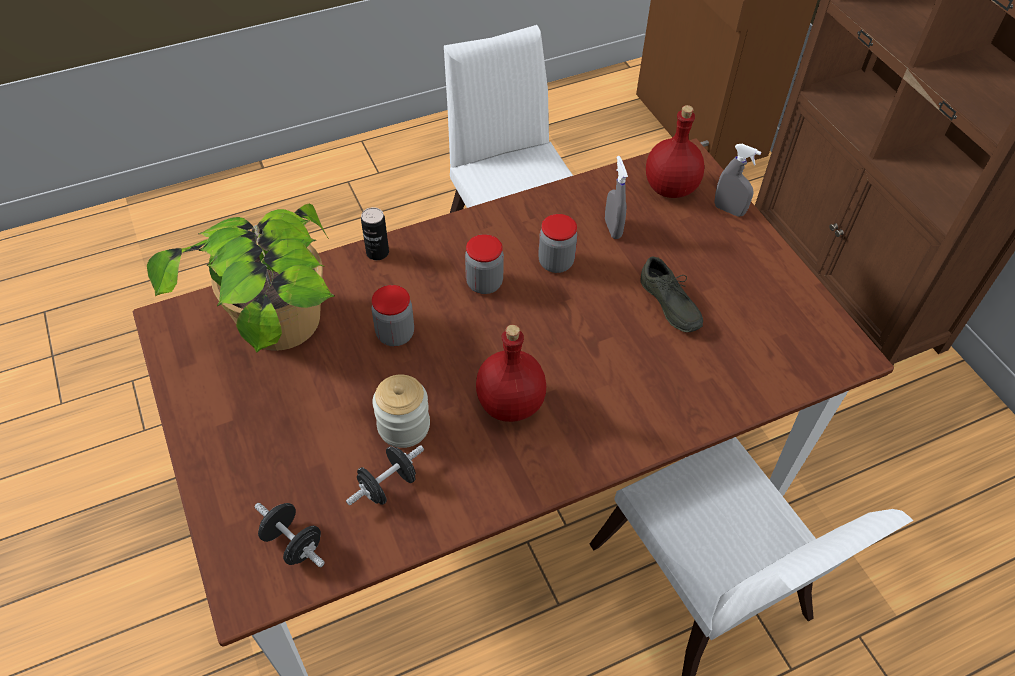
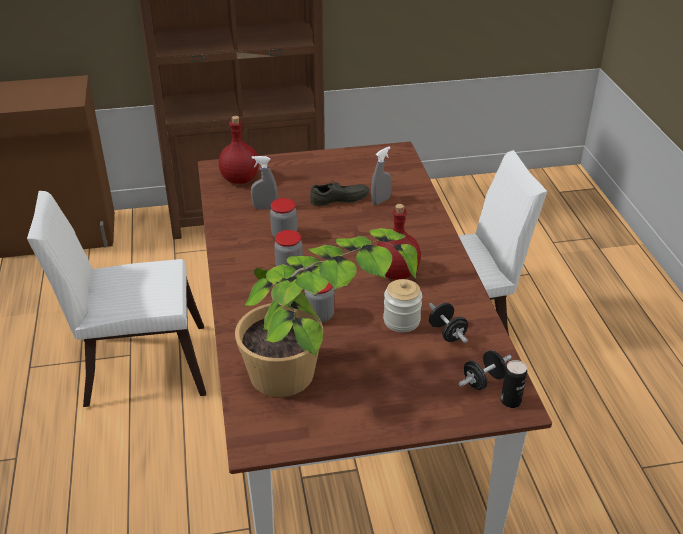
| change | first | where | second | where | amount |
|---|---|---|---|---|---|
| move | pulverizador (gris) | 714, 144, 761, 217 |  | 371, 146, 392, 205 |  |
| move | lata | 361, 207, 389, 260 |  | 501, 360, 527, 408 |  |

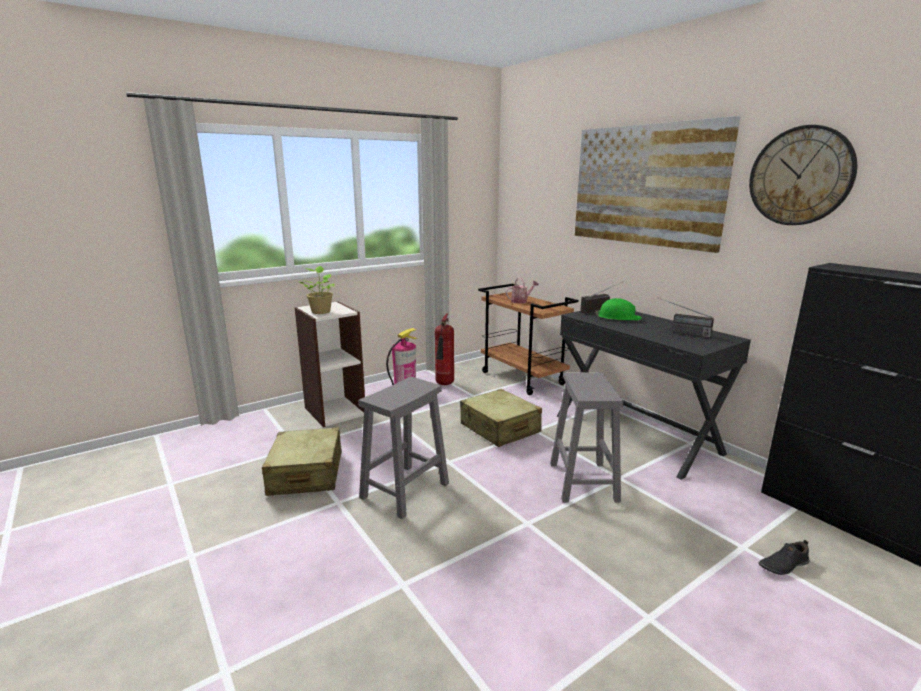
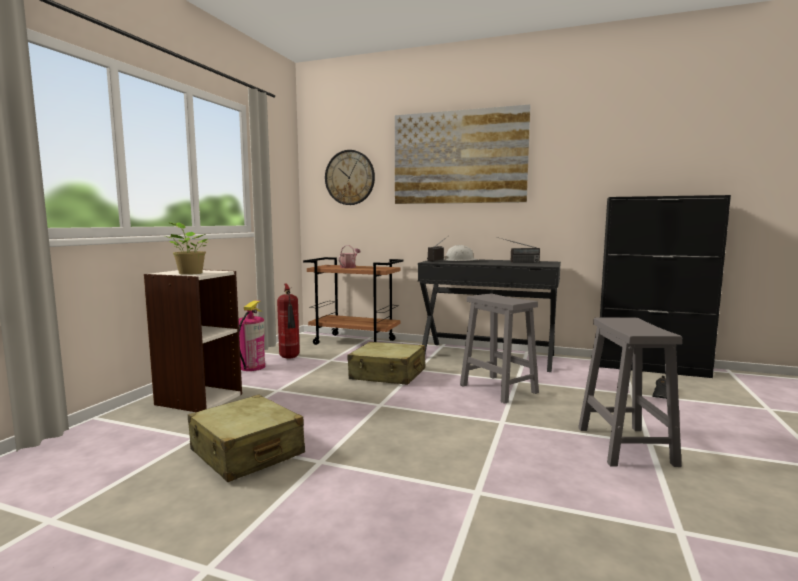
| change | first | where | second | where | amount |
|---|---|---|---|---|---|
| move | reloj de pared | 749, 125, 857, 225 |  | 325, 150, 375, 205 |  |
| recolor | casco (verde) | 596, 298, 642, 321 | casco (blanco) | 443, 245, 478, 261 |  |
| move | taburete (gris) | 359, 377, 449, 519 |  | 578, 317, 682, 467 |  |

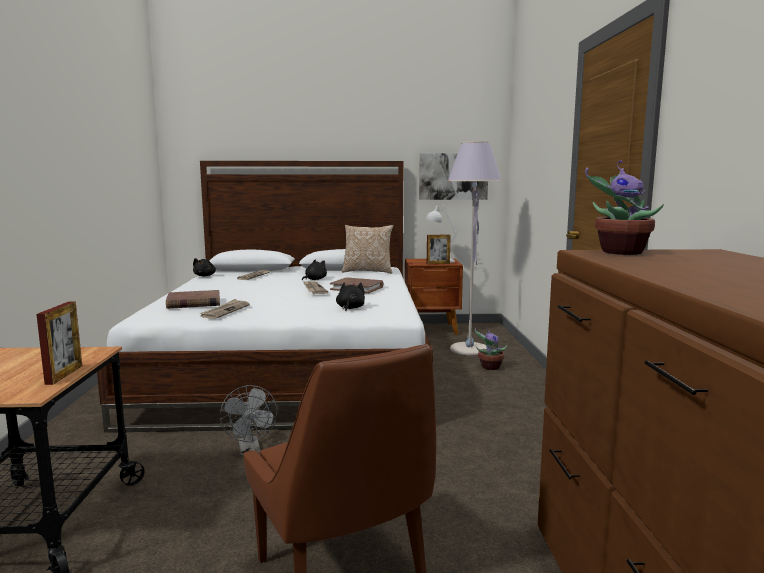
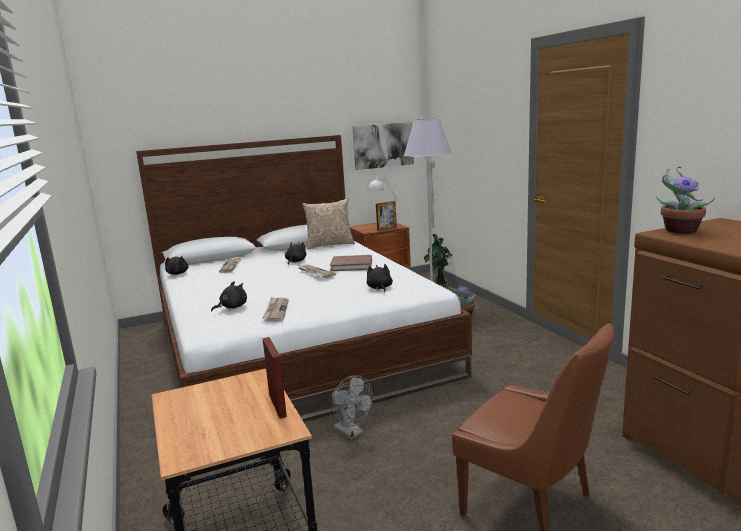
| change | first | where | second | where | amount |
|---|---|---|---|---|---|
| replace | libro (marrón) | 166, 290, 220, 309 | peluche (negro) | 211, 281, 247, 311 |  |
| insert |  |  | planta en maceta | 424, 234, 453, 285 |  |

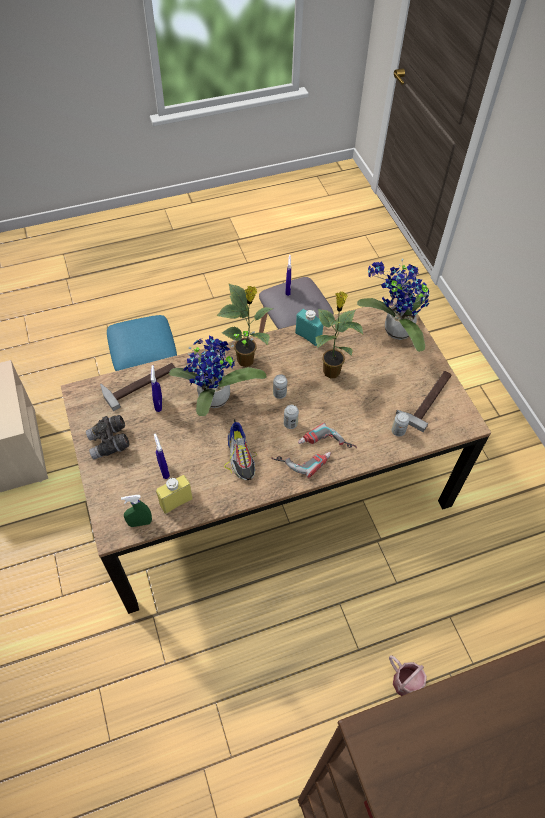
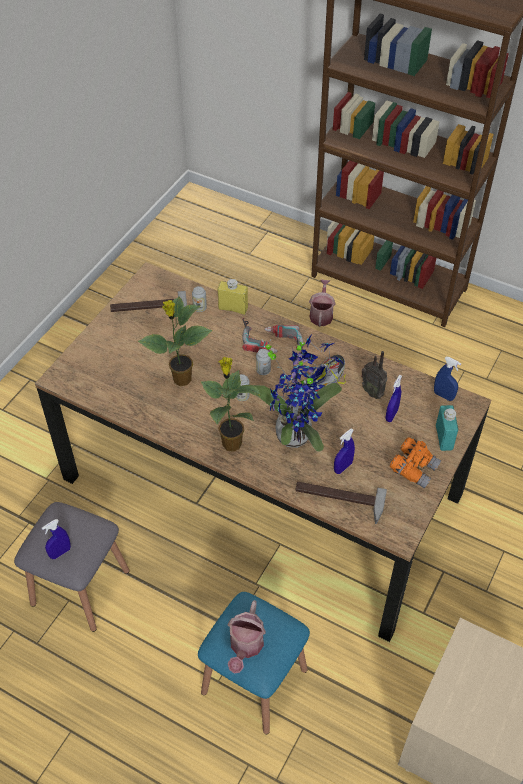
| change | first | where | second | where | amount |
|---|---|---|---|---|---|
| delete | planta en maceta | 357, 259, 430, 352 |  |  |  |
| move | botella (turquesa) | 295, 309, 324, 346 |  | 436, 405, 458, 451 |  |
| recolor | prismáticos (gris) | 86, 415, 130, 460 | prismáticos (naranja) | 389, 437, 441, 488 |  |
| move | botella (amarillo) | 156, 475, 193, 514 |  | 218, 279, 248, 315 |  |
| recolor | pulverizador (verde) | 121, 495, 152, 527 | pulverizador (azul) | 434, 357, 461, 401 |  |
| insert |  |  | radio | 361, 351, 388, 399 |  |
| insert |  |  | regadera | 228, 600, 266, 674 |  |

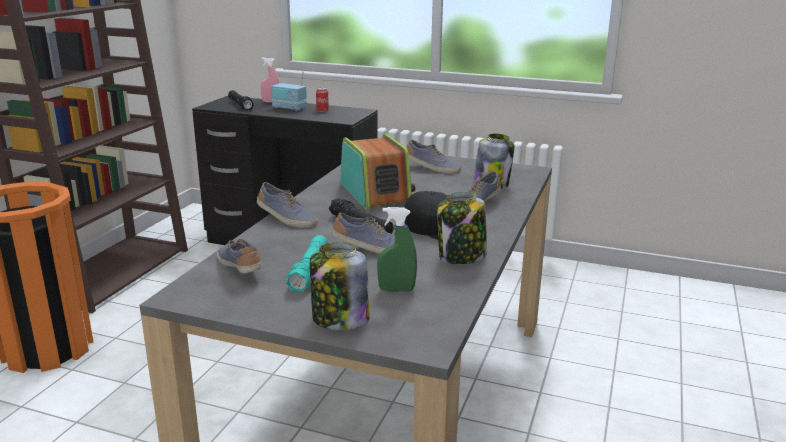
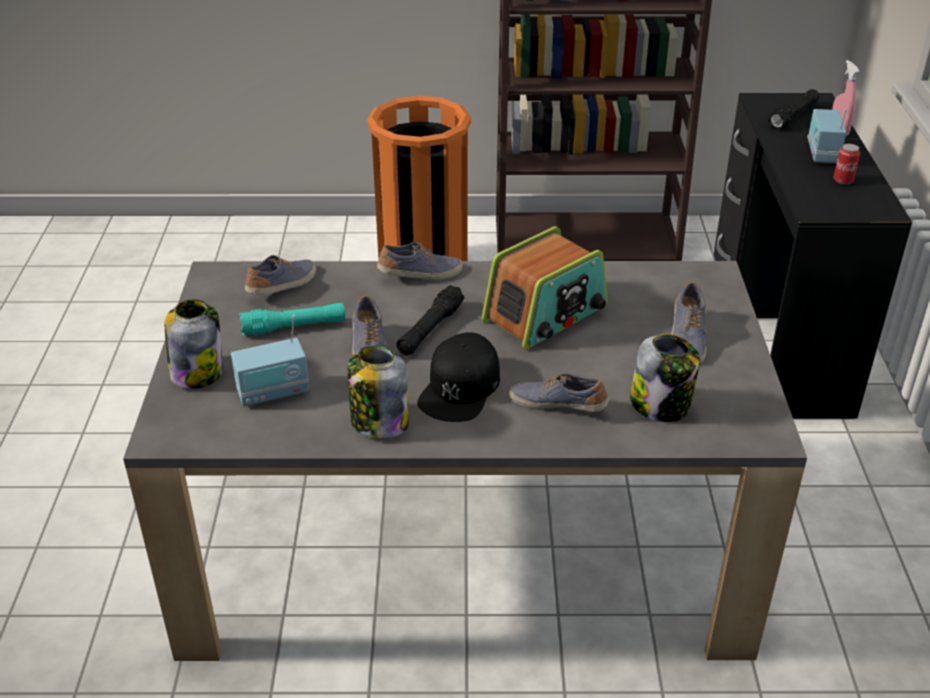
| change | first | where | second | where | amount |
|---|---|---|---|---|---|
| rotate | zapato | 257, 182, 318, 227 |  | 377, 242, 463, 280 | 120 degrees counterclockwise |
| replace | pulverizador (verde) | 377, 207, 417, 291 | radio | 231, 315, 309, 407 |  |

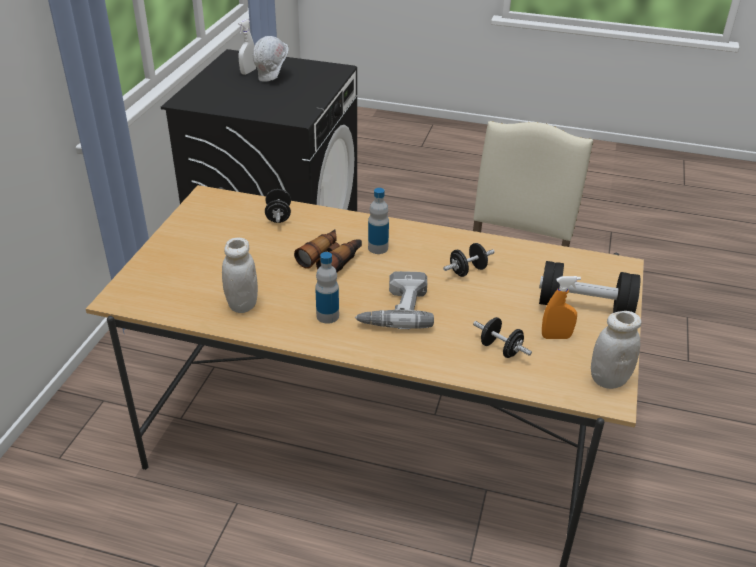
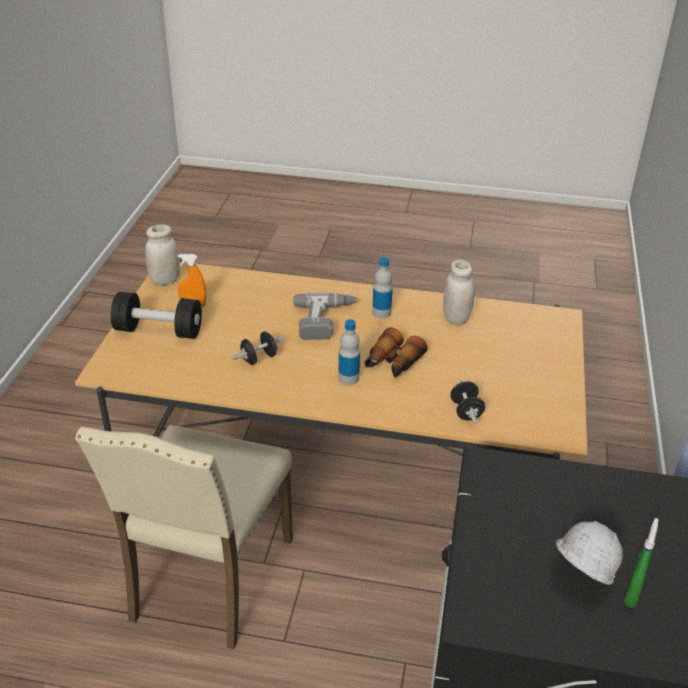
| change | first | where | second | where | amount |
|---|---|---|---|---|---|
| recolor | pulverizador (blanco) | 238, 19, 256, 75 | pulverizador (verde) | 624, 518, 658, 608 |  |
| delete | mancuerna (negro) | 473, 317, 532, 358 |  |  |  |

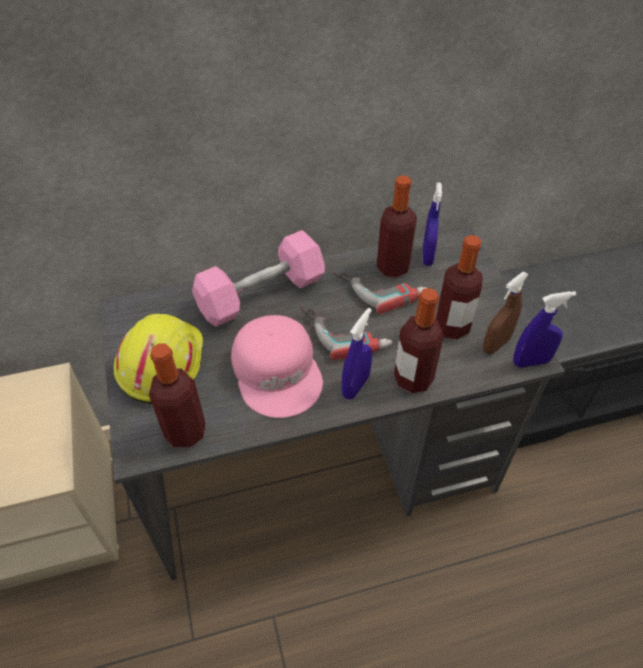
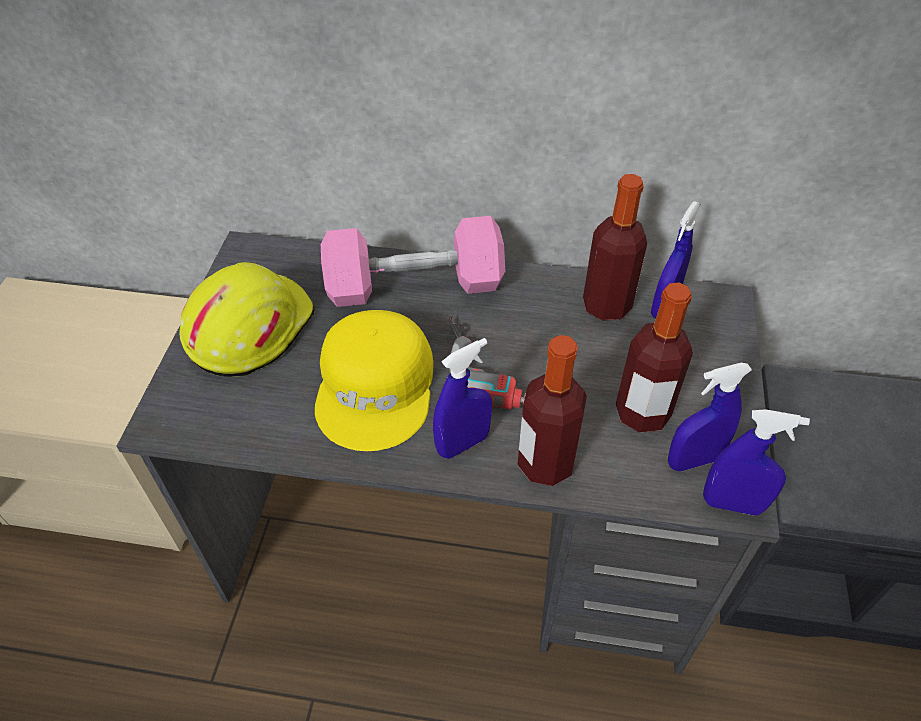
| change | first | where | second | where | amount |
|---|---|---|---|---|---|
| delete | taladro | 333, 272, 427, 315 |  |  |  |
| recolor | pulverizador (marrón) | 483, 272, 529, 354 | pulverizador (azul) | 668, 363, 752, 471 |  |
| recolor | gorra (rosa) | 231, 315, 323, 418 | gorra (amarillo) | 315, 310, 433, 451 |  |
| delete | botella | 149, 344, 206, 448 |  |  |  |

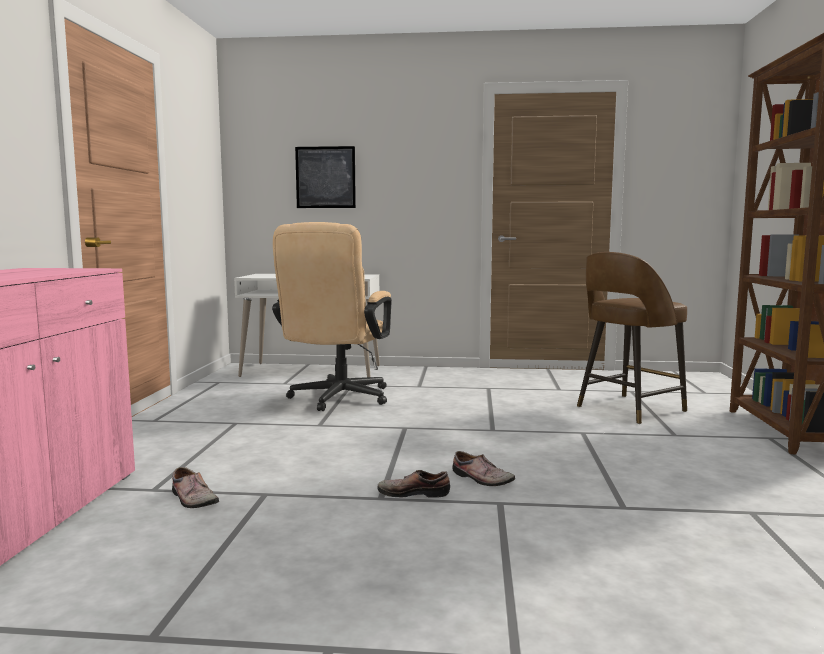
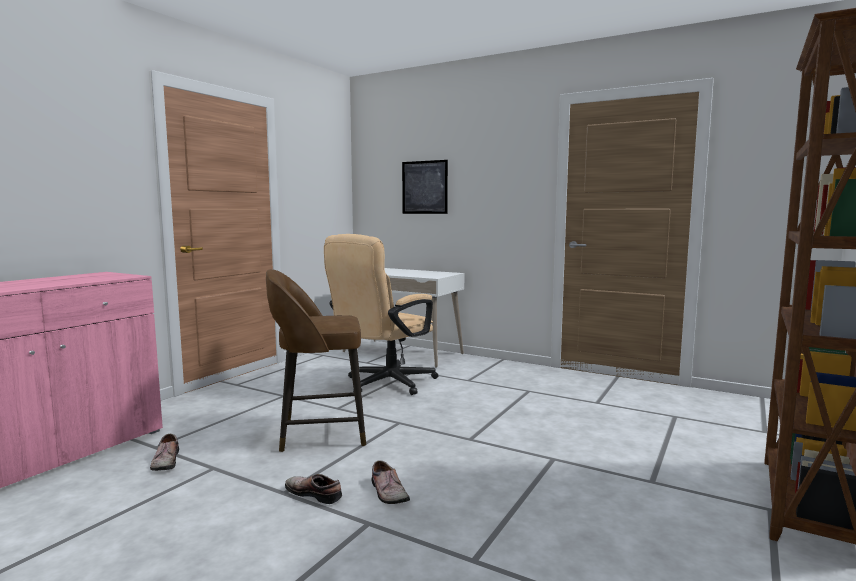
| change | first | where | second | where | amount |
|---|---|---|---|---|---|
| move | taburete (marrón) | 577, 252, 687, 424 |  | 266, 269, 366, 452 |  |

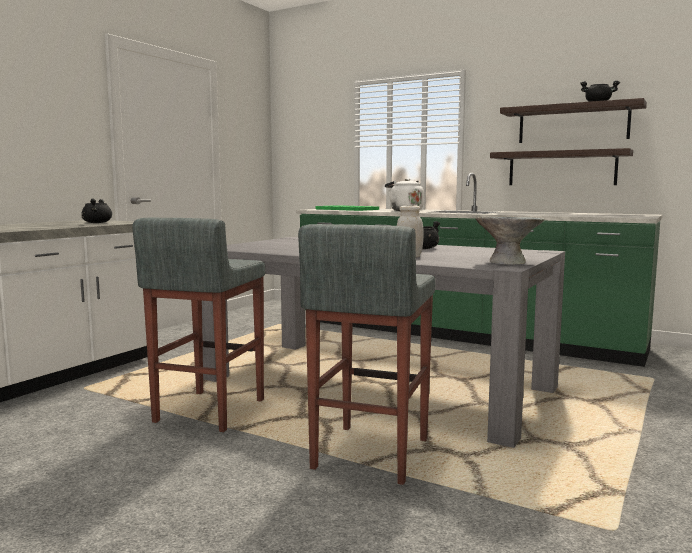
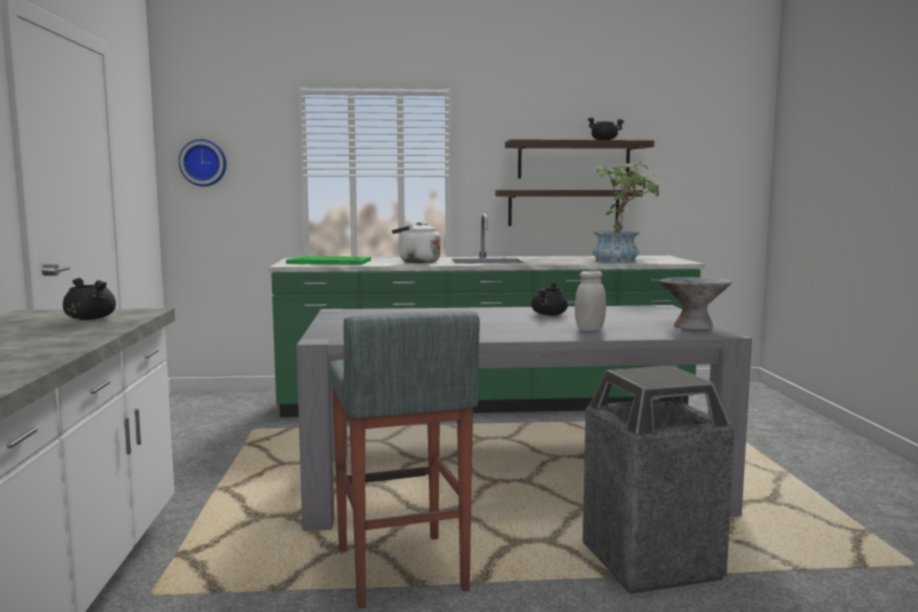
| change | first | where | second | where | amount |
|---|---|---|---|---|---|
| replace | taburete (gris) | 298, 224, 436, 485 | papelera | 583, 366, 734, 594 |  |
| insert |  |  | reloj de pared | 179, 139, 226, 187 |  |
| insert |  |  | planta en maceta | 593, 161, 664, 263 |  |

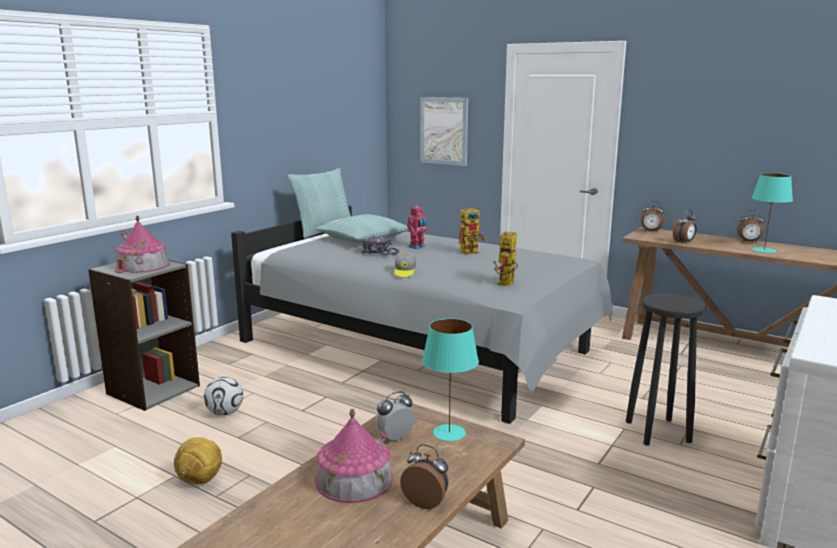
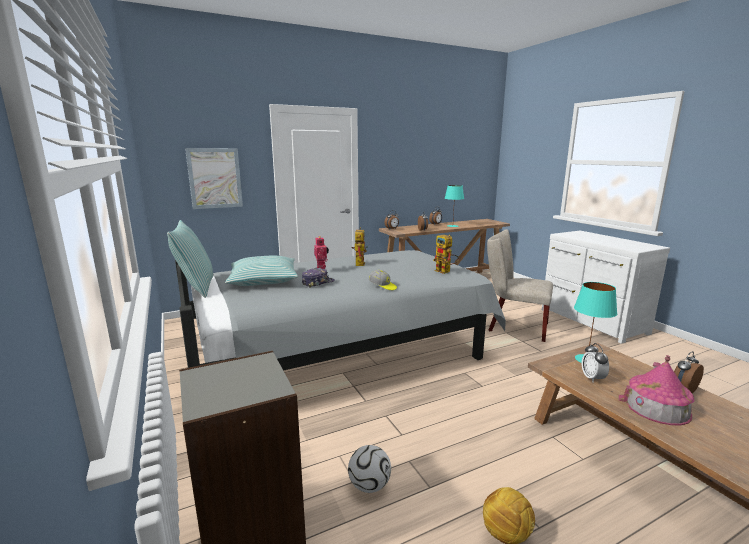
| change | first | where | second | where | amount |
|---|---|---|---|---|---|
| delete | casita | 114, 216, 170, 273 |  |  |  |
| replace | taburete (negro) | 626, 293, 706, 446 | silla (beis) | 487, 229, 553, 342 |  |

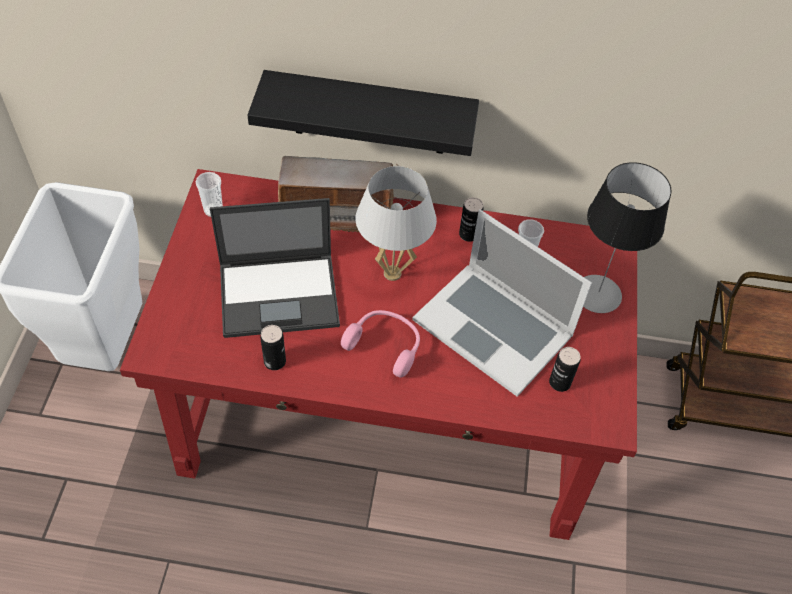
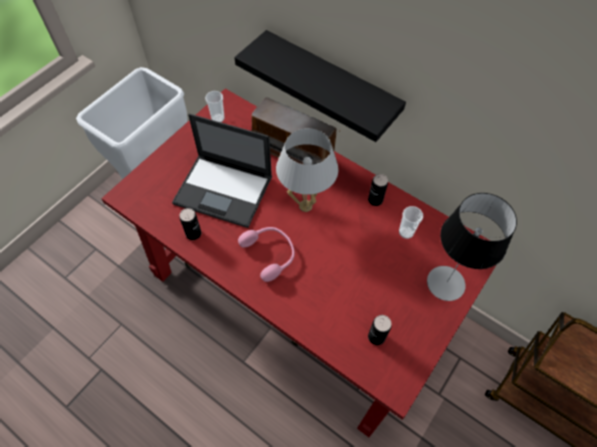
| change | first | where | second | where | amount |
|---|---|---|---|---|---|
| delete | portátil | 412, 209, 592, 397 |  |  |  |

